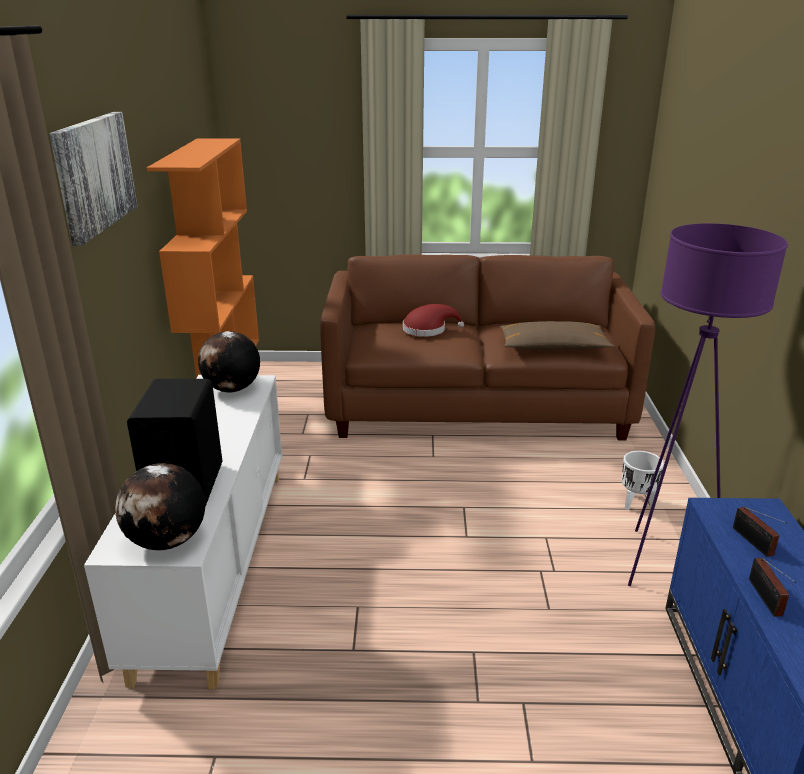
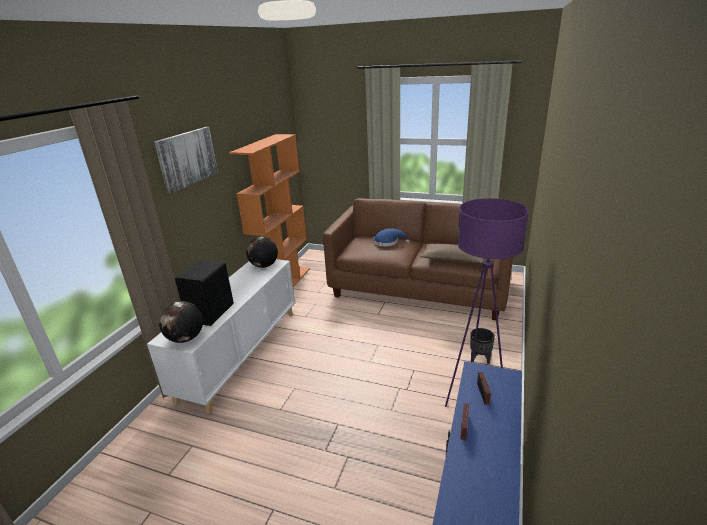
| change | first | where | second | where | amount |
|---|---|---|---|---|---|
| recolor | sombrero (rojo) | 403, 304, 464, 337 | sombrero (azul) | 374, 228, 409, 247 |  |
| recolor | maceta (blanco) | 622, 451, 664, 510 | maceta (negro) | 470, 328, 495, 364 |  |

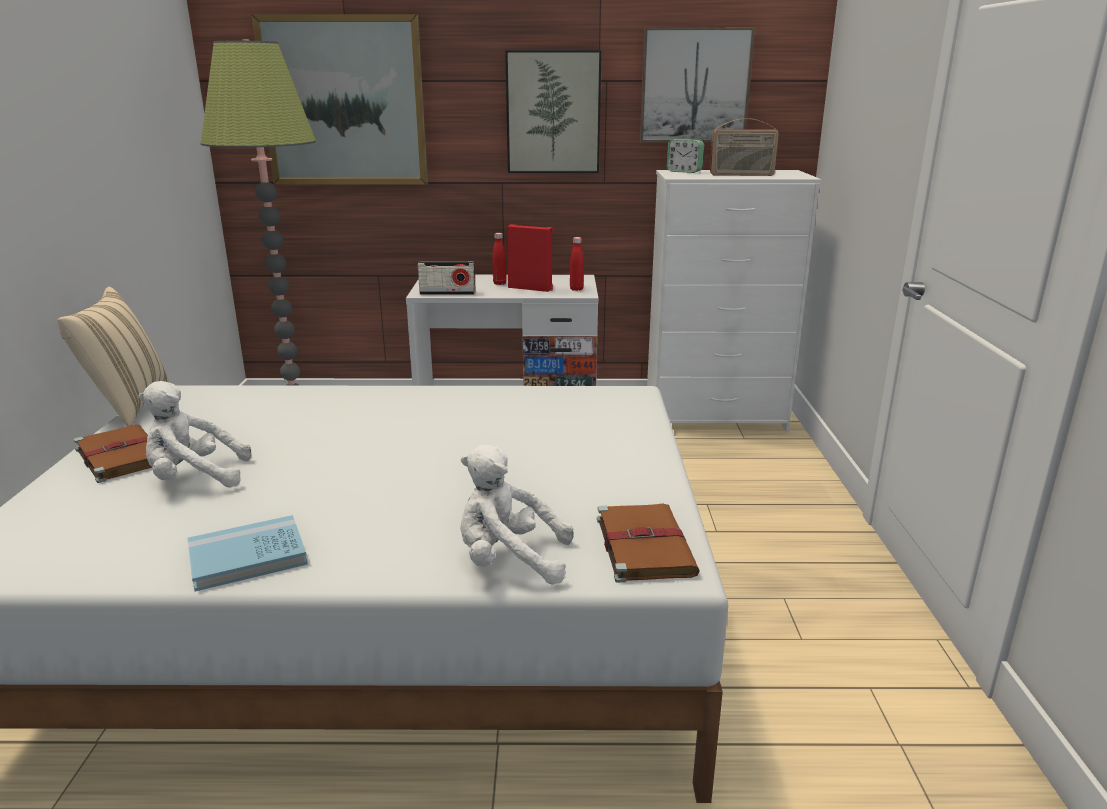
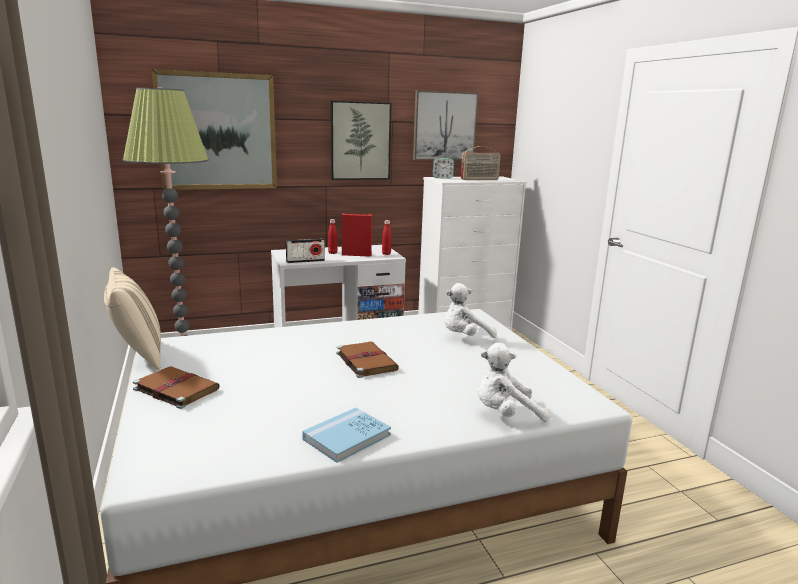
| change | first | where | second | where | amount |
|---|---|---|---|---|---|
| move | peluche (blanco) | 138, 381, 252, 488 |  | 445, 283, 497, 338 |  |
| move | libro (marrón) | 597, 504, 700, 583 |  | 336, 342, 399, 378 |  |

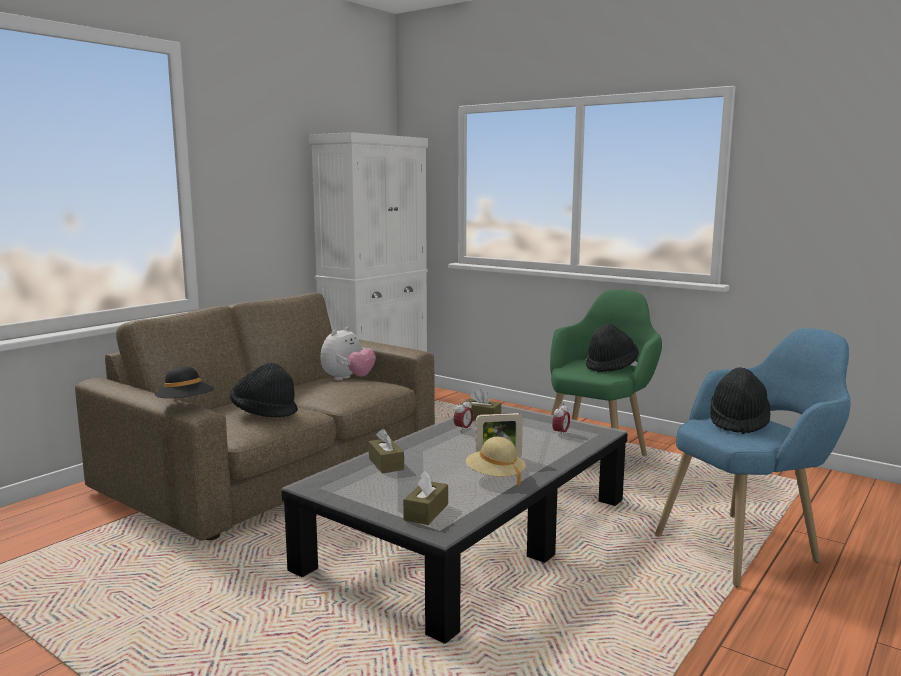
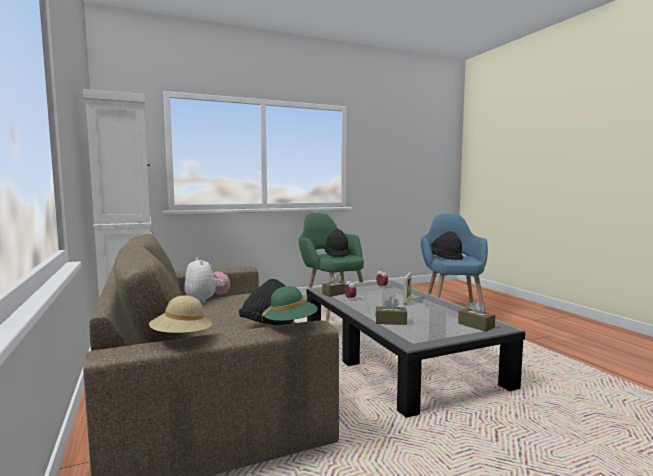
| change | first | where | second | where | amount |
|---|---|---|---|---|---|
| recolor | sombrero (negro) | 155, 366, 214, 399 | sombrero (verde) | 262, 286, 318, 327 |  |
| move | sombrero (beis) | 465, 437, 526, 486 |  | 149, 296, 214, 335 |  |

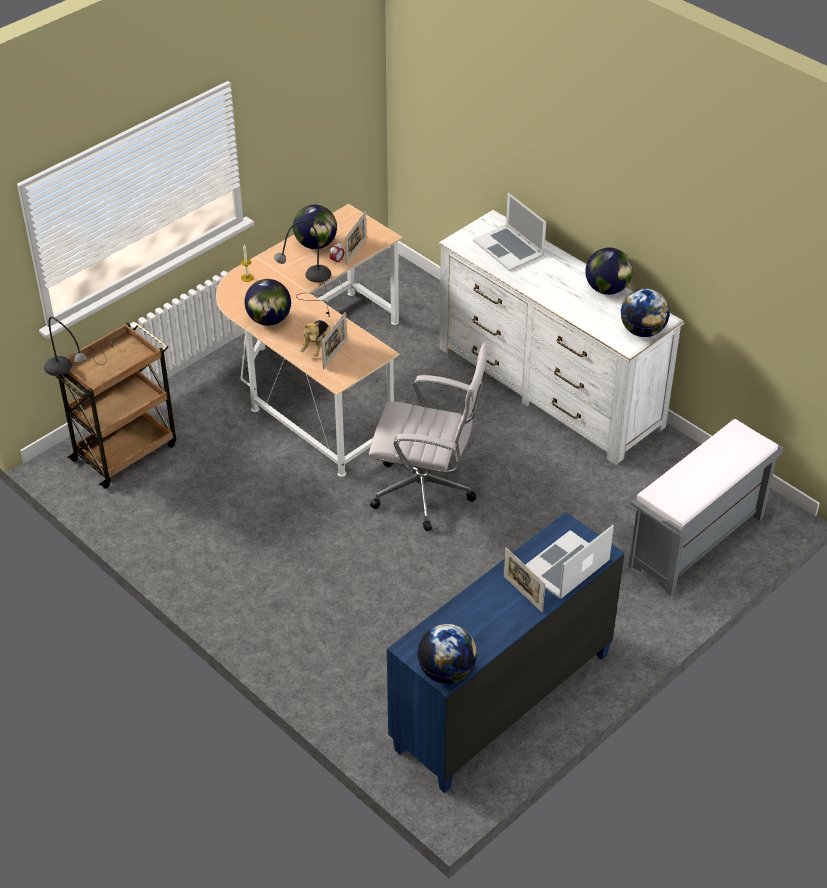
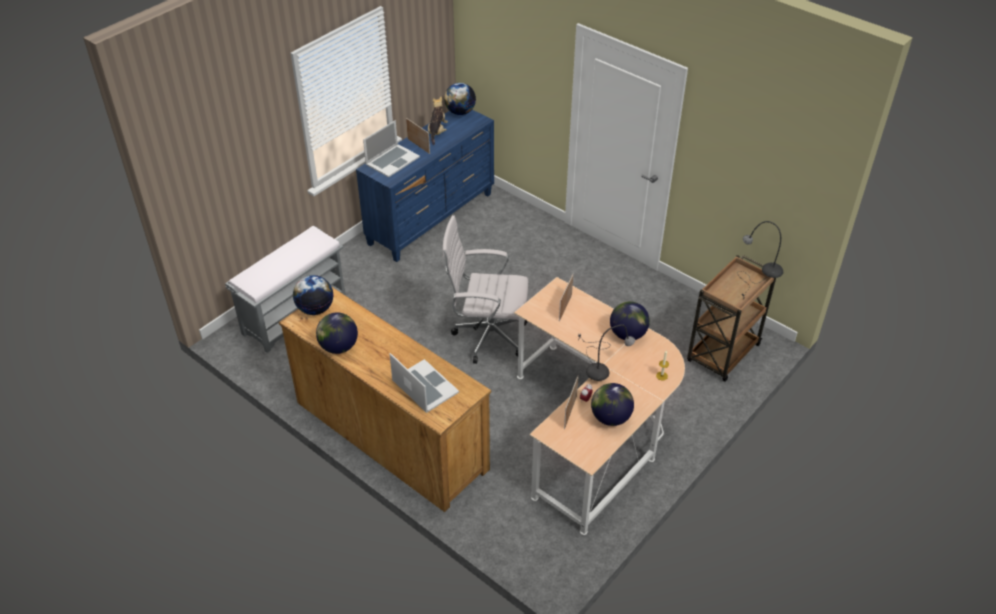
| change | first | where | second | where | amount |
|---|---|---|---|---|---|
| recolor | cómoda (blanco) | 438, 210, 684, 465 | cómoda (marrón) | 279, 286, 492, 512 |  |
| move | peluche | 300, 320, 331, 356 |  | 428, 97, 448, 145 |  |

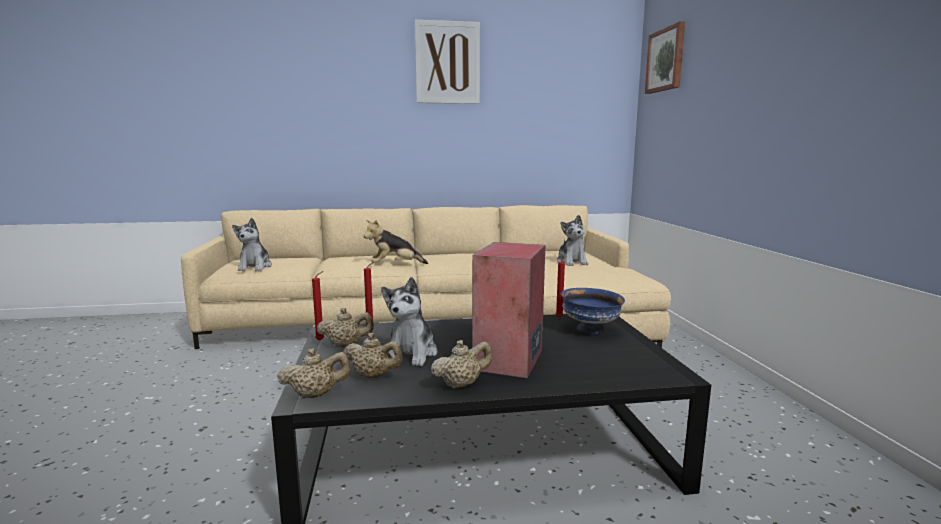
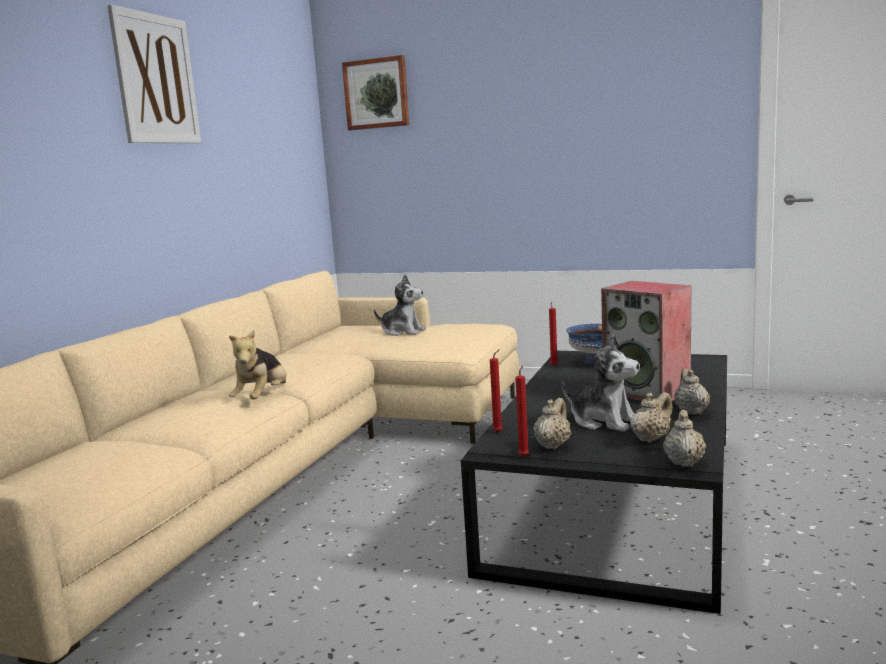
| change | first | where | second | where | amount |
|---|---|---|---|---|---|
| delete | peluche | 232, 218, 272, 271 |  |  |  |

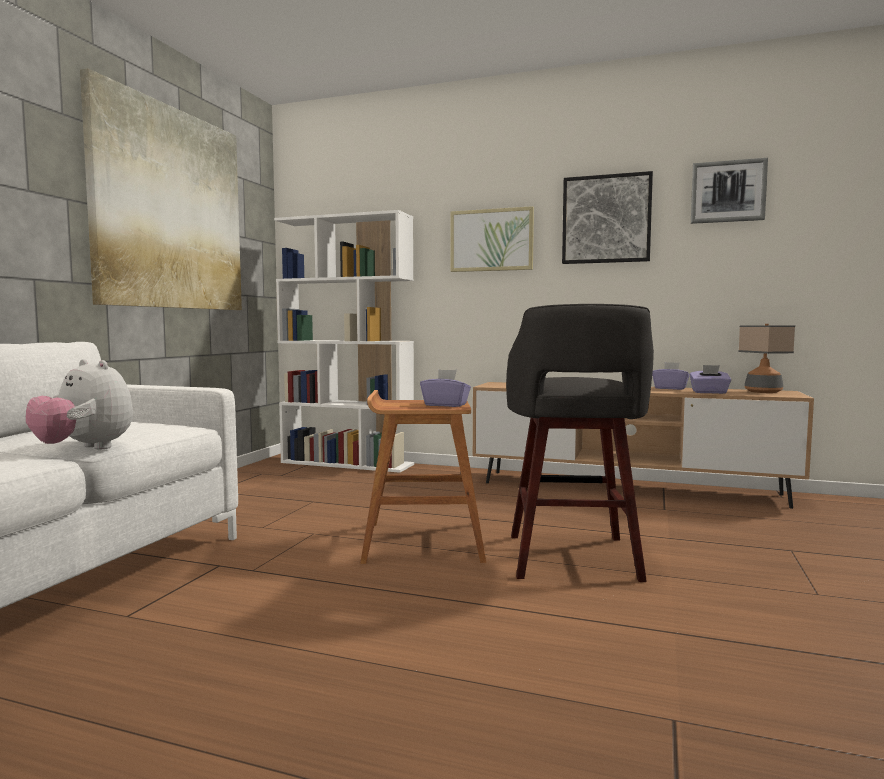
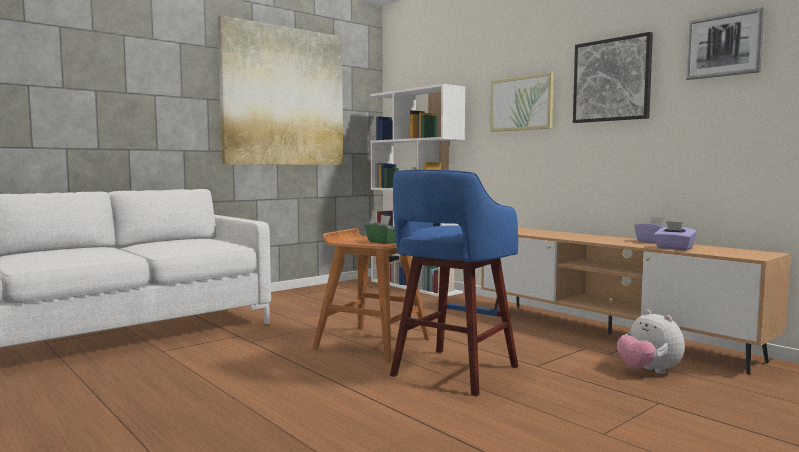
| change | first | where | second | where | amount |
|---|---|---|---|---|---|
| recolor | taburete (gris) | 506, 304, 654, 582 | taburete (azul) | 390, 170, 518, 396 |  |
| delete | lámpara de mesa | 738, 324, 795, 393 |  |  |  |
| move | peluche | 26, 359, 133, 449 |  | 617, 310, 685, 374 |  |
| recolor | caja de pañuelos (morado) | 420, 369, 471, 407 | caja de pañuelos (verde) | 365, 215, 396, 244 |  |

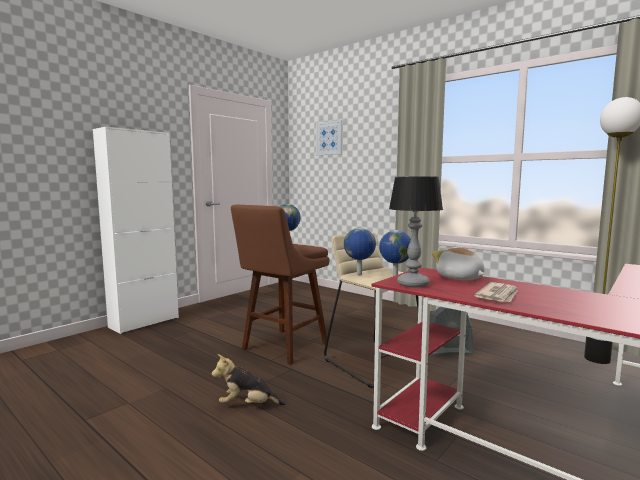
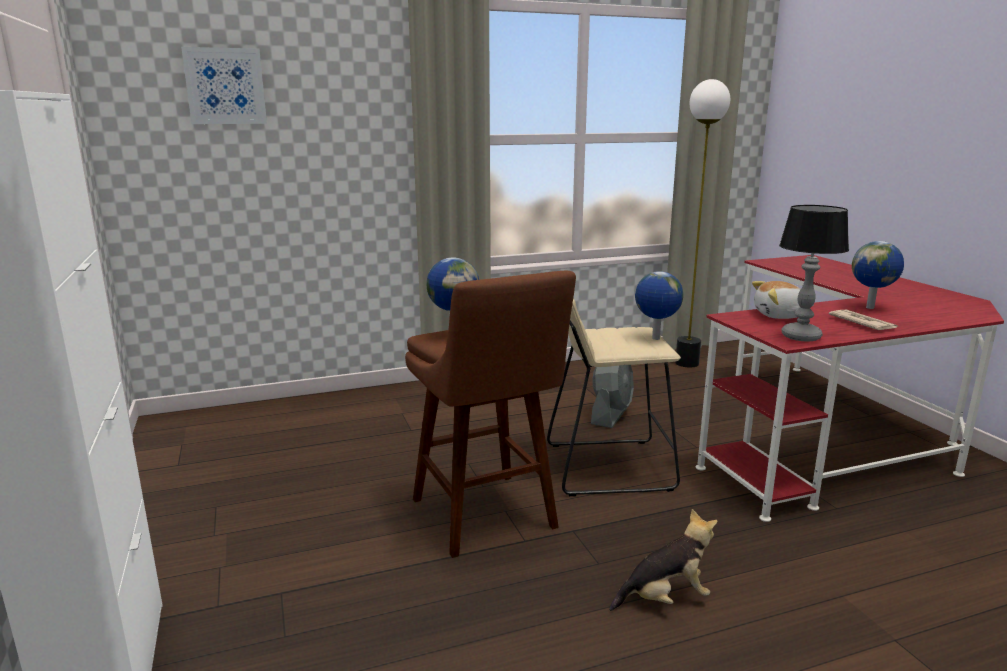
| change | first | where | second | where | amount |
|---|---|---|---|---|---|
| move | globo terráqueo | 344, 228, 376, 275 |  | 852, 241, 904, 309 |  |
| rotate | peluche | 211, 354, 286, 405 |  | 609, 509, 717, 611 | 135 degrees counterclockwise |

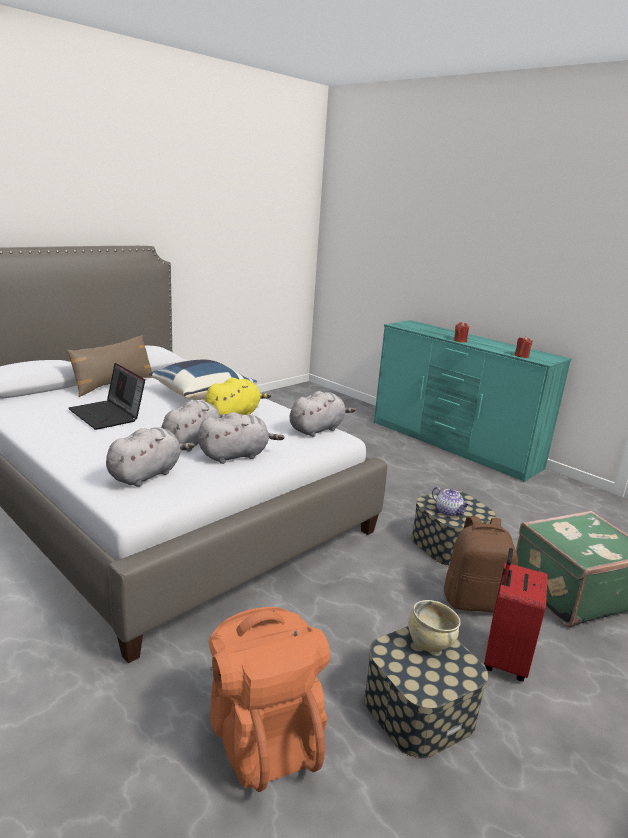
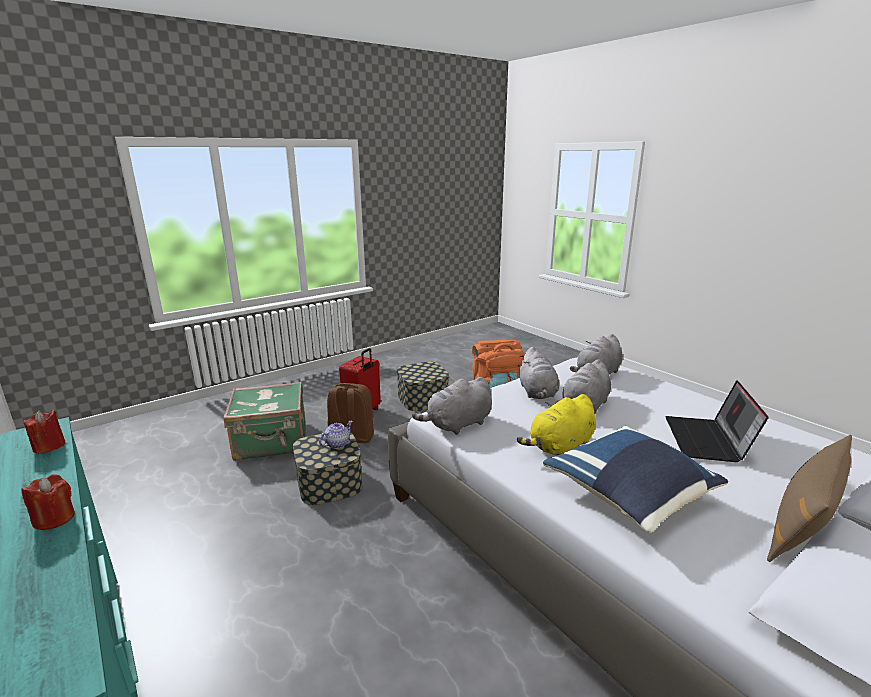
| change | first | where | second | where | amount |
|---|---|---|---|---|---|
| rotate | portátil | 68, 363, 145, 430 |  | 665, 380, 769, 462 | 135 degrees counterclockwise |
| rotate | peluche (gris) | 197, 412, 284, 464 |  | 519, 347, 559, 399 | 75 degrees counterclockwise |
| rotate | tetera | 432, 487, 470, 517 |  | 319, 421, 353, 449 | 75 degrees clockwise |
| delete | cuenco (beis) | 408, 600, 461, 652 |  |  |  |

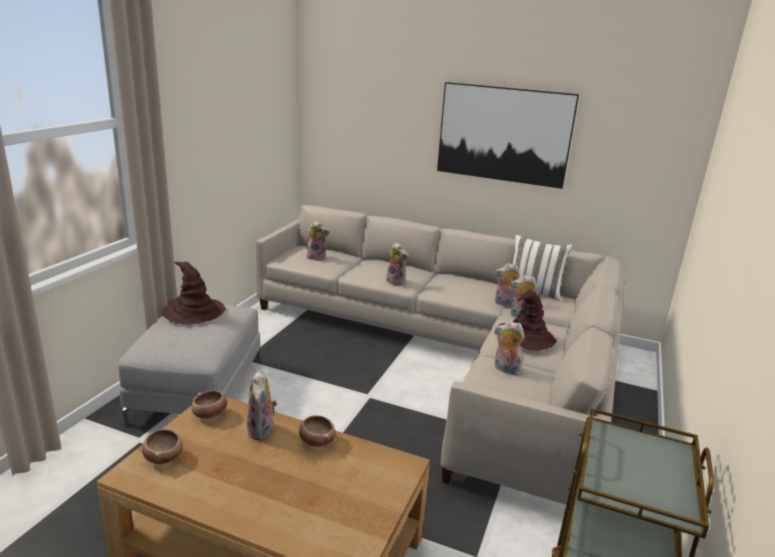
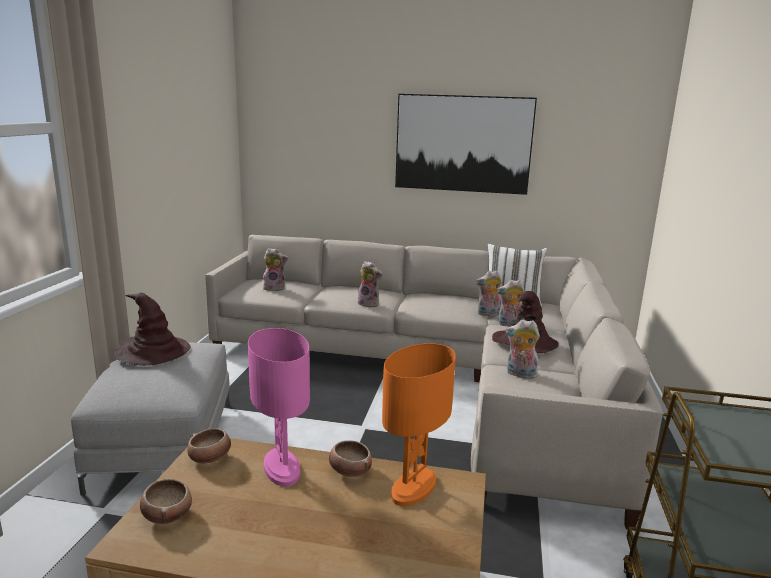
| change | first | where | second | where | amount |
|---|---|---|---|---|---|
| replace | peluche | 247, 370, 277, 440 | lámpara de mesa (rosa) | 248, 328, 310, 486 |  |
| insert |  |  | lámpara de mesa (naranja) | 382, 343, 456, 506 |  |

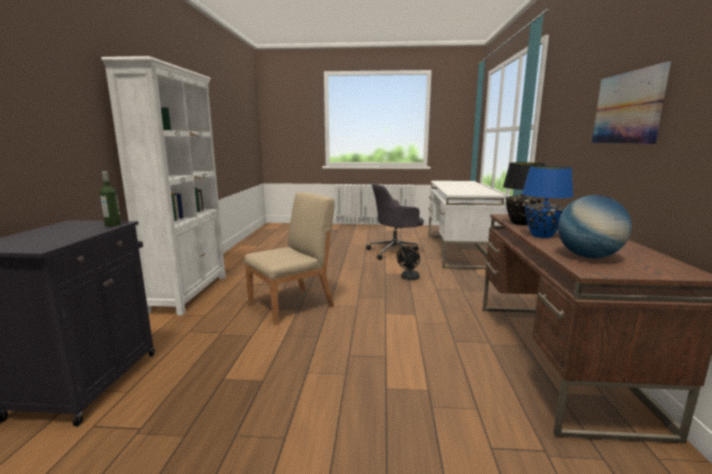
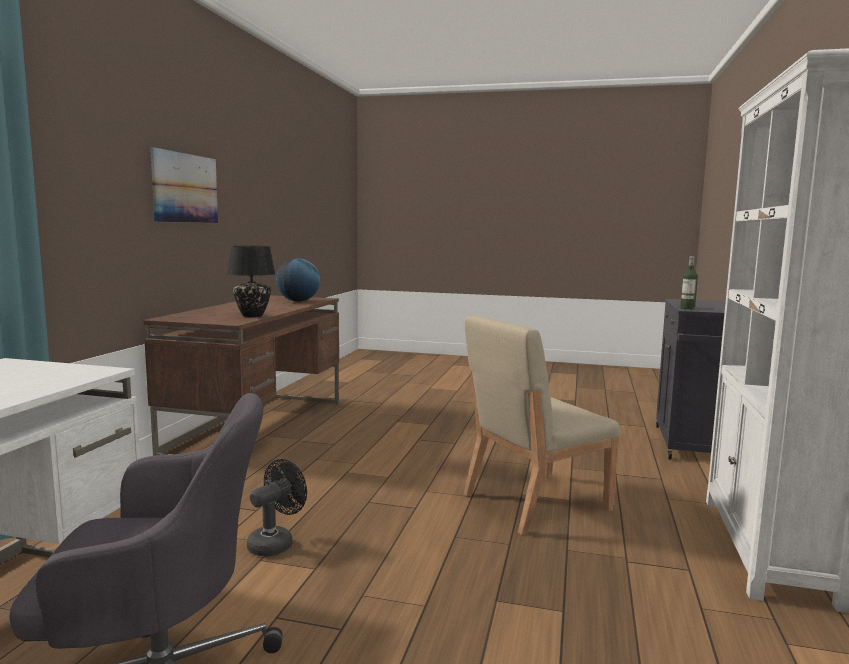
| change | first | where | second | where | amount |
|---|---|---|---|---|---|
| delete | lámpara de mesa (azul) | 522, 166, 573, 238 |  |  |  |

